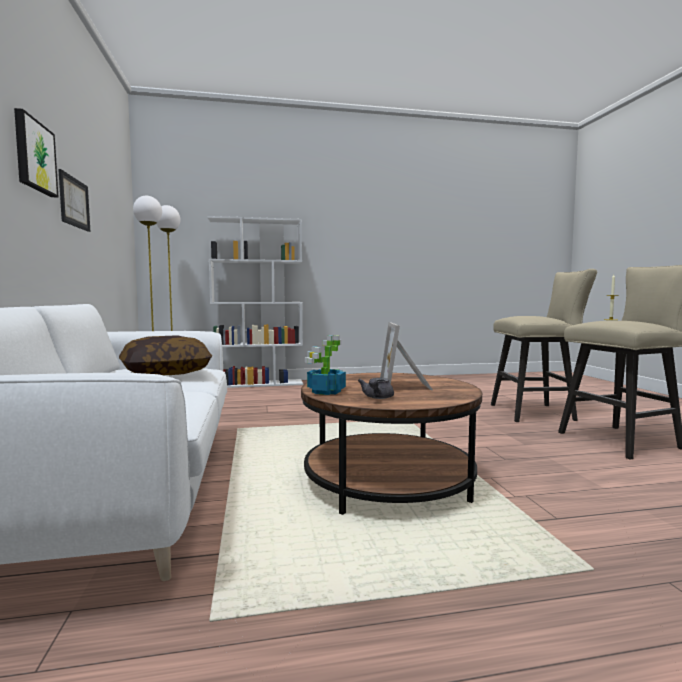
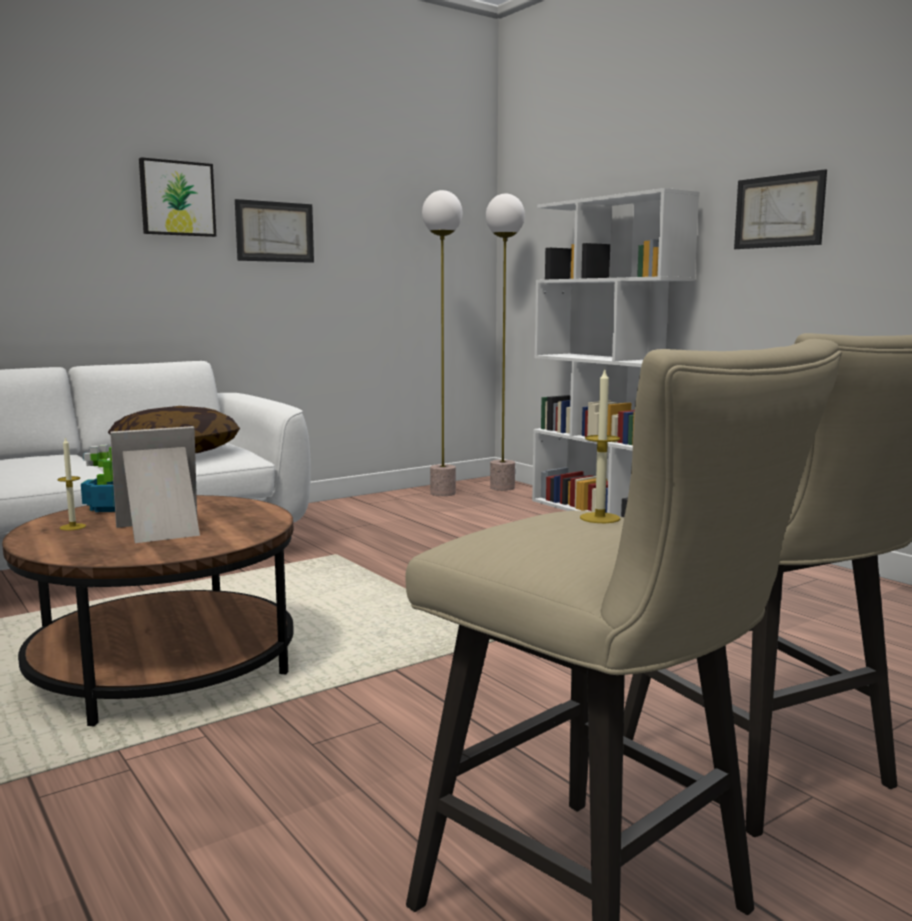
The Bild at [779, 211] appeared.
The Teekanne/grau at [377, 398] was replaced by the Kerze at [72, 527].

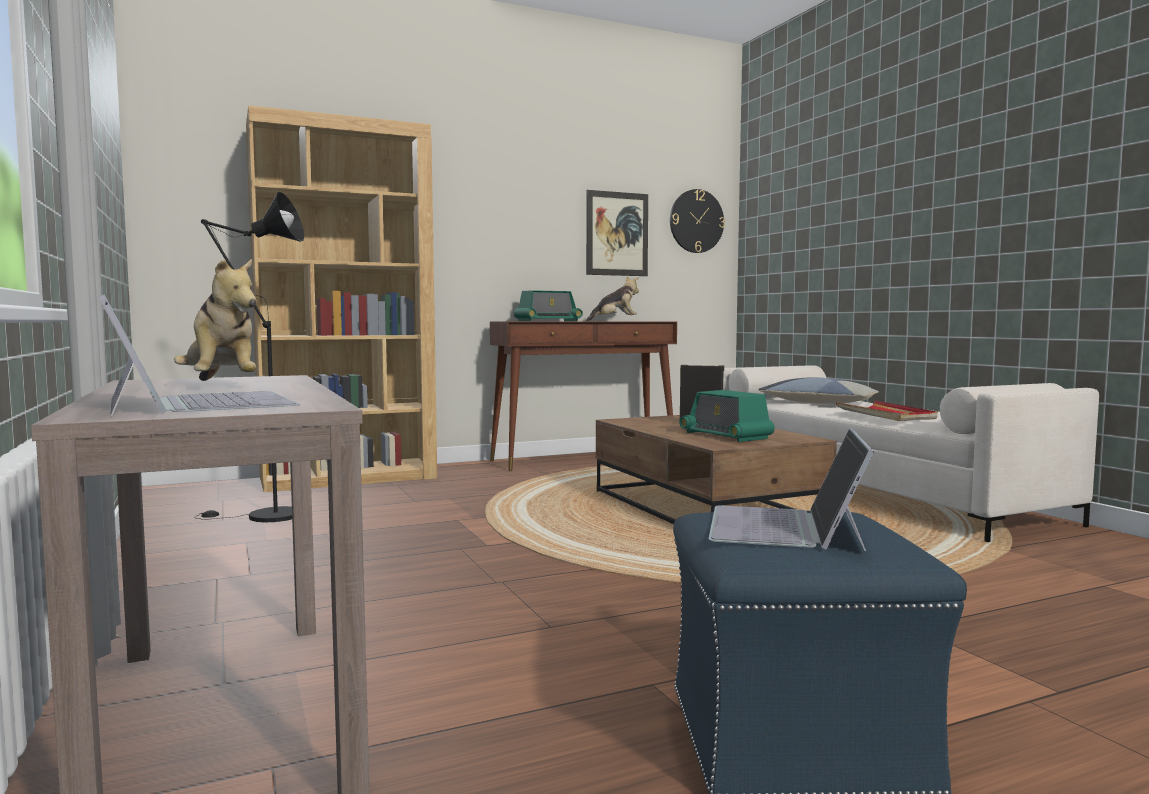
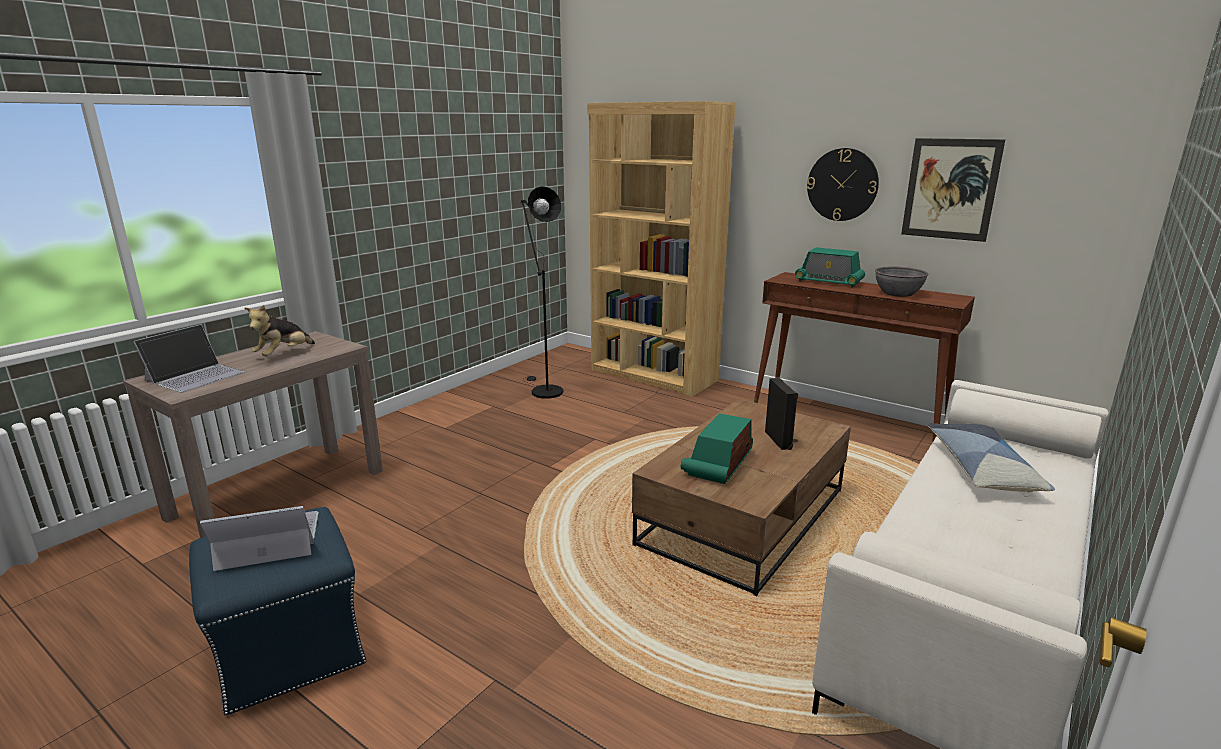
The Tablett/rot at [885, 415] disappeared.
The Wanduhr moved from [696, 221] to [842, 184].
The Plüschtier at [615, 321] was replaced by the Schüssel/grau at [897, 293].

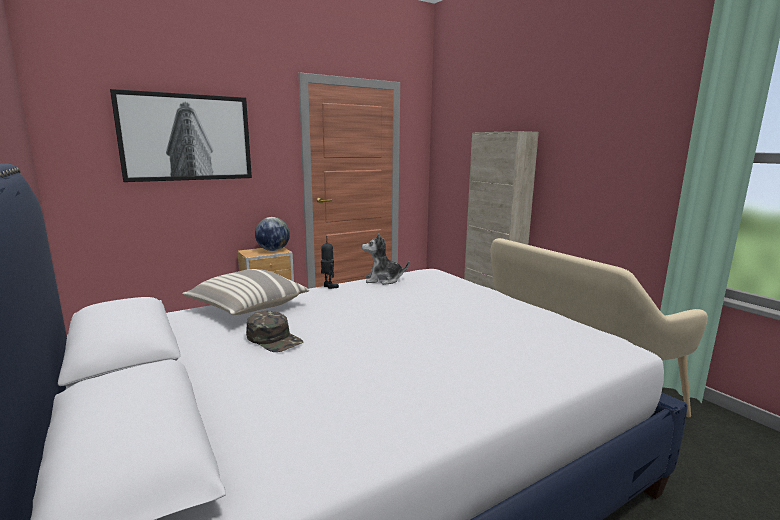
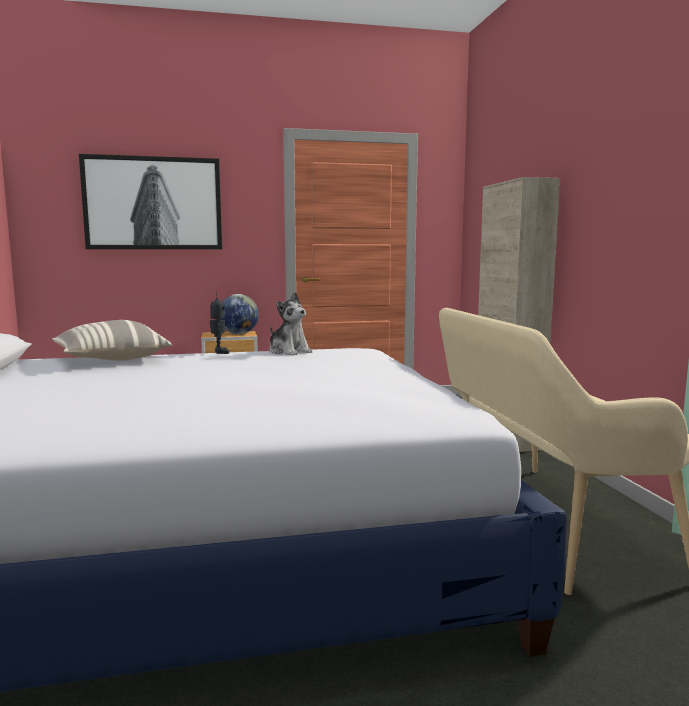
The Kappe/grün at [274, 339] disappeared.
The Plüschtier at [383, 280] turned 150 degrees counterclockwise.

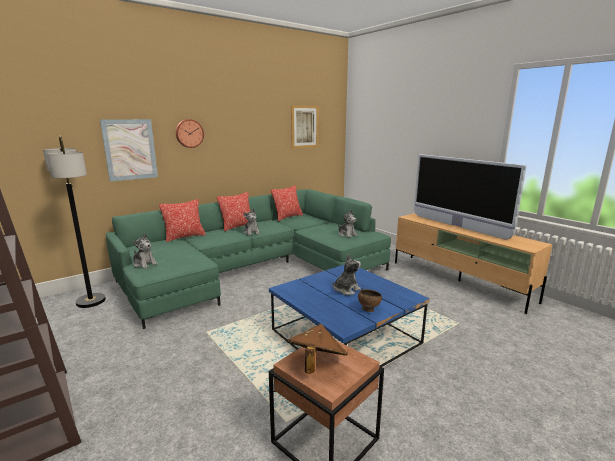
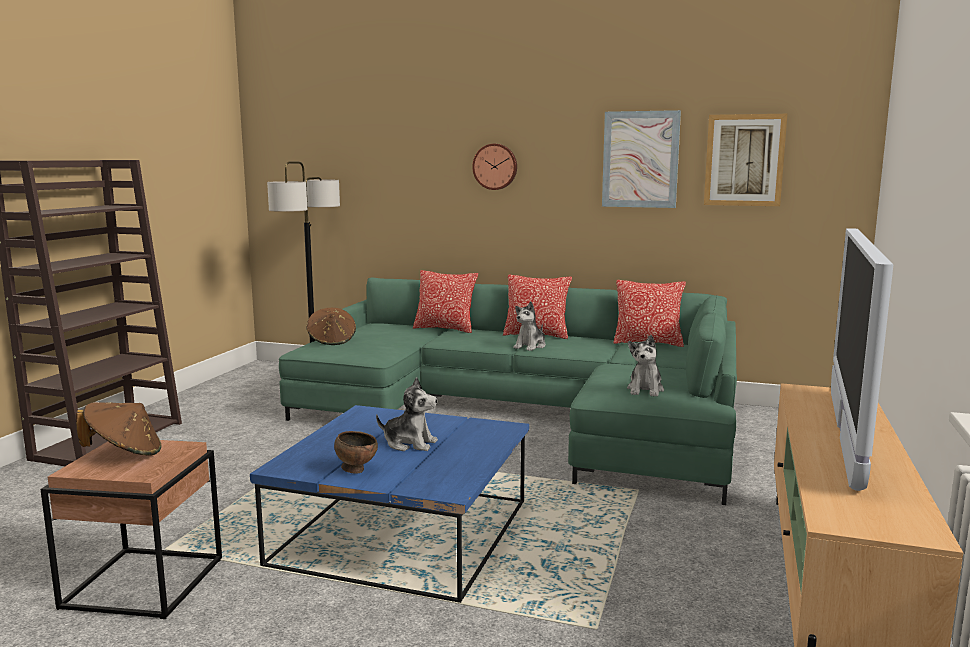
The Bild moved from [130, 149] to [640, 159].
The Plüschtier at [145, 264] was replaced by the Hut/braun at [332, 341].

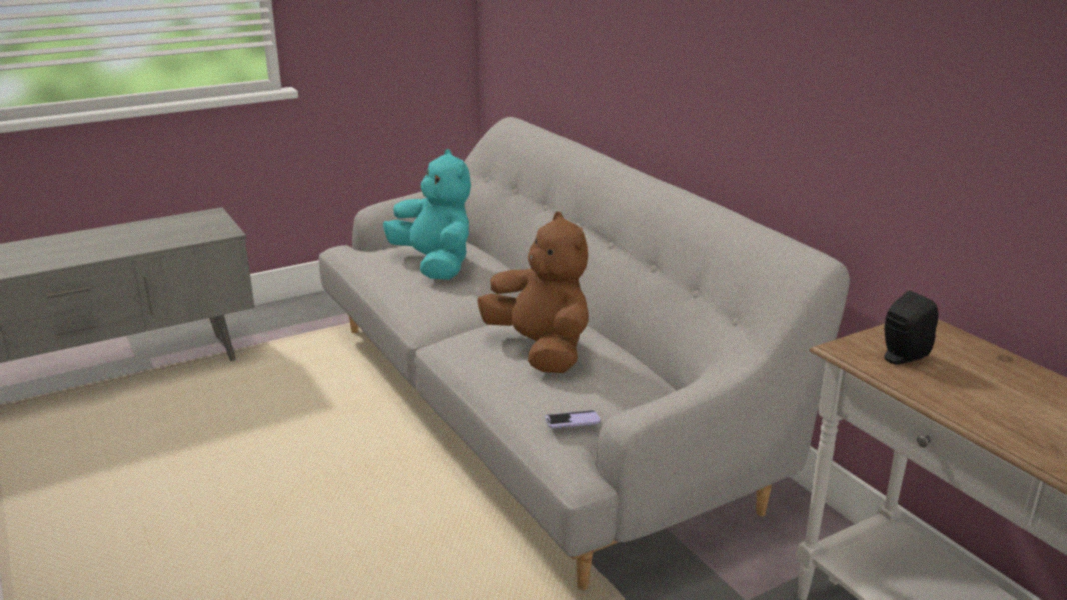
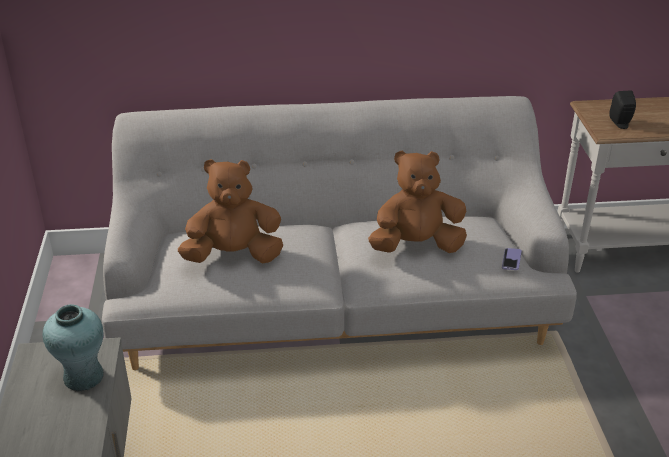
The Vase/türkis at [83, 377] appeared.
The Plüschtier/türkis at [435, 265] became the Plüschtier/braun at [234, 256].

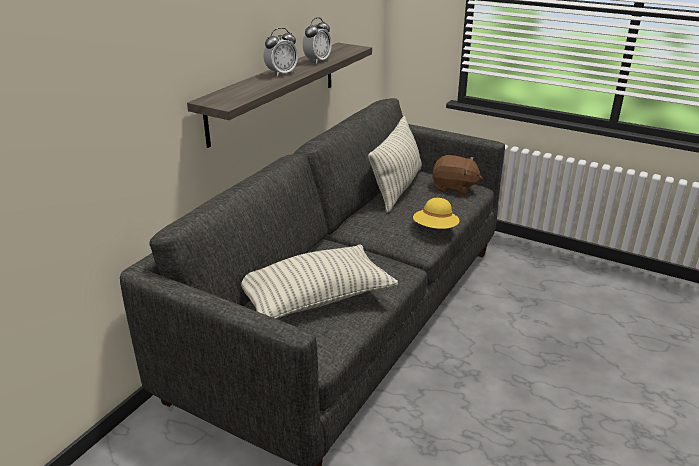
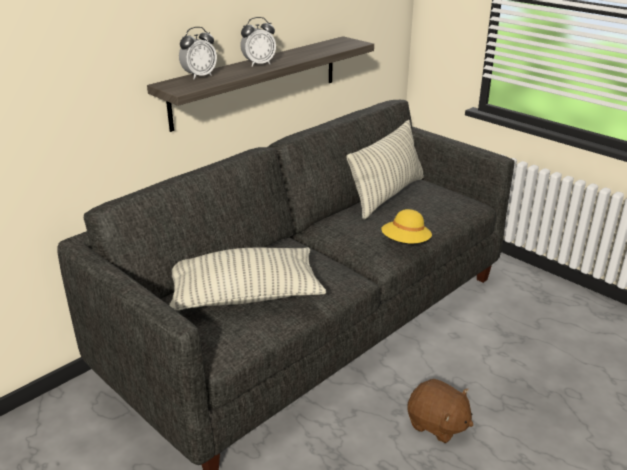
The Wecker moved from [317, 61] to [199, 76].
The Plüschtier/braun moved from [454, 188] to [437, 425].

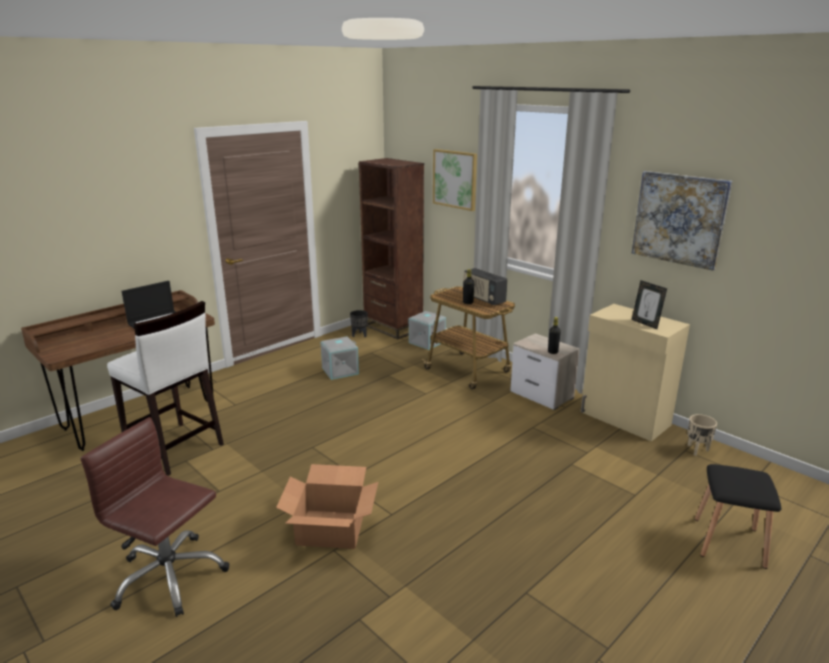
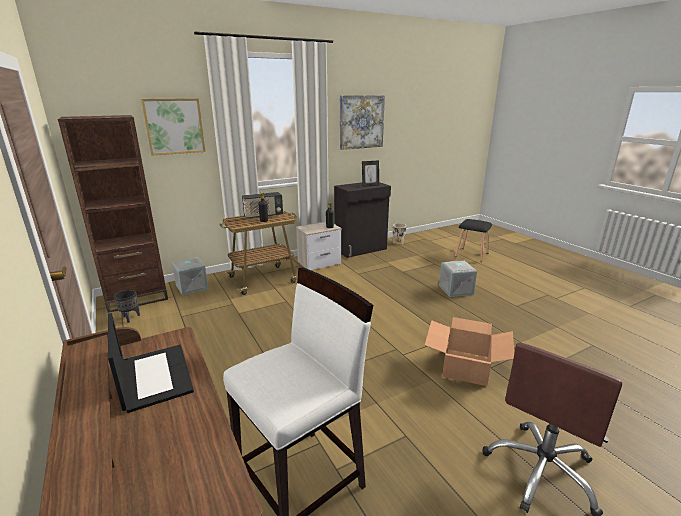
The Aufbewahrungsbox/grau moved from [340, 370] to [455, 290].
The Schrank/beige at [624, 419] became the Schrank/schwarz at [361, 249].

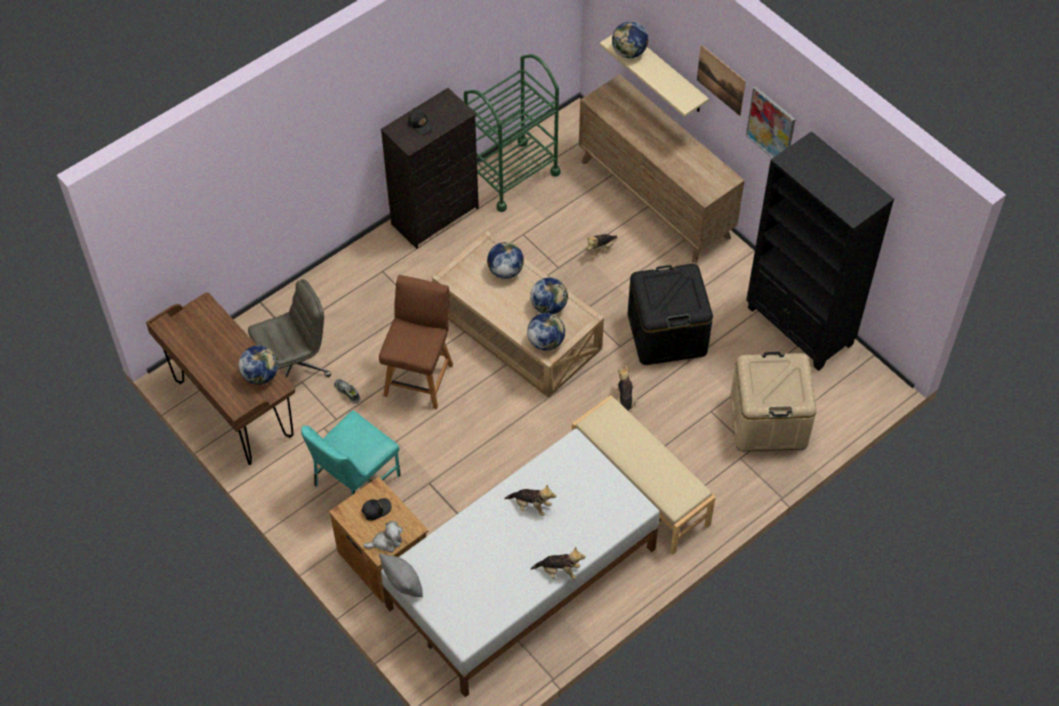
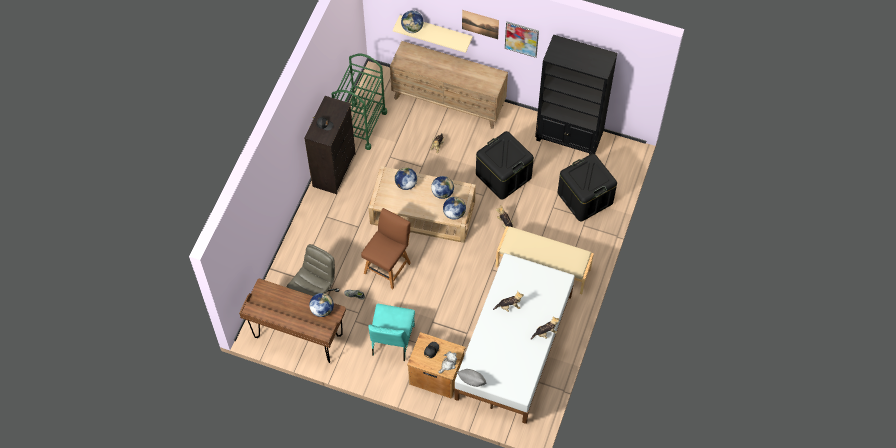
The Aufbewahrungsbox/beige at [768, 420] became the Aufbewahrungsbox/schwarz at [585, 198].
The Stuhl/braun at [419, 377] turned 45 degrees clockwise.

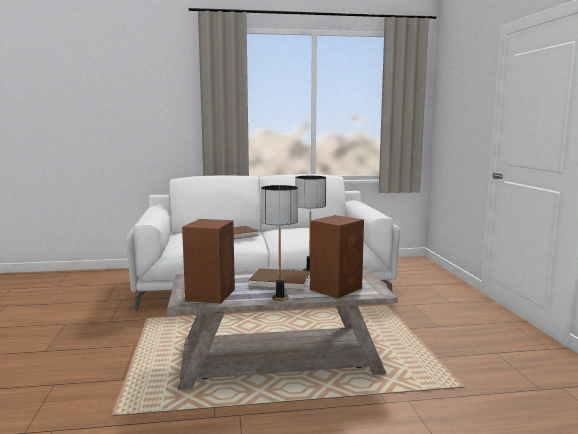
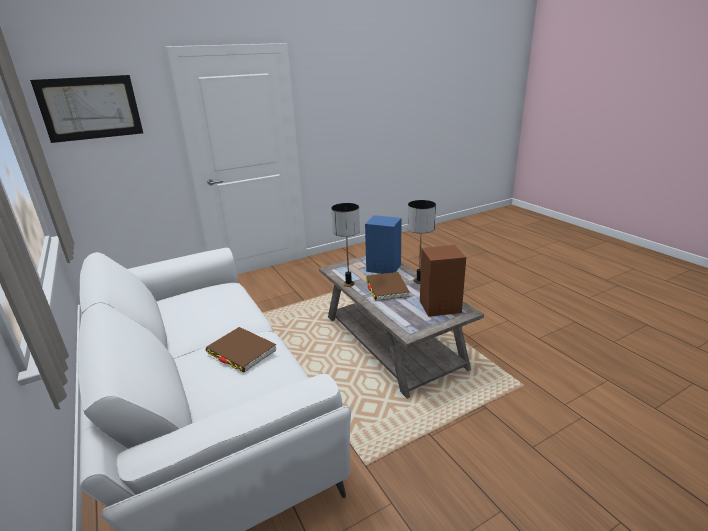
The Bild at [90, 108] appeared.
The Lautsprecher/braun at [336, 288] became the Lautsprecher/blau at [382, 268].

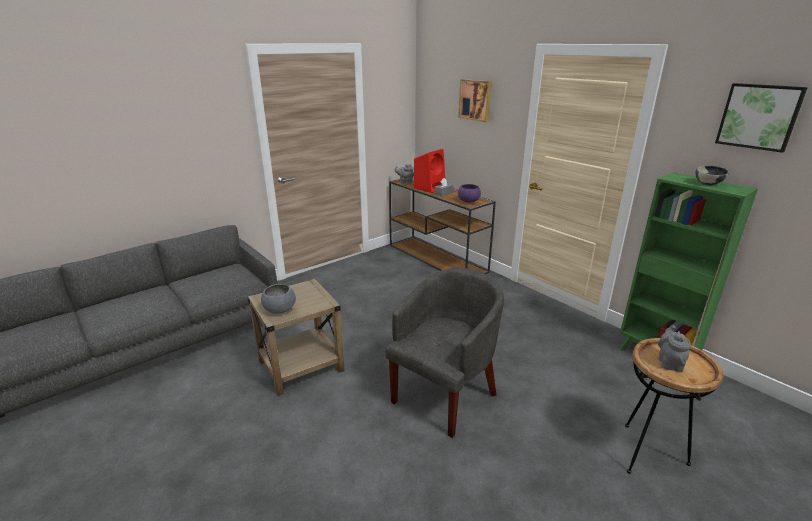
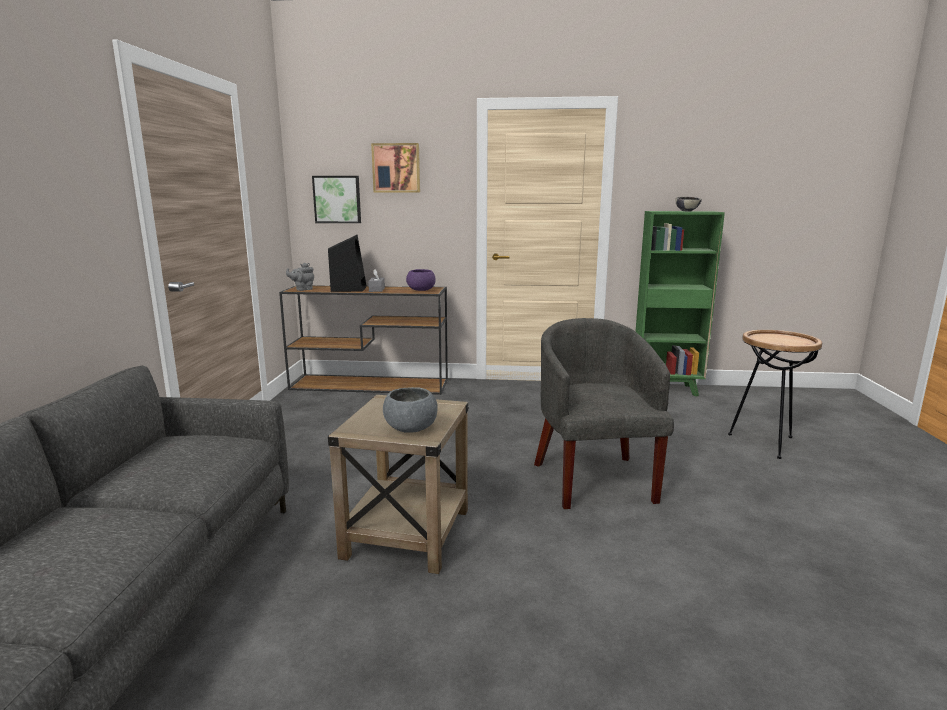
The Teekanne/grau at [669, 362] disappeared.
The Bild moved from [759, 116] to [337, 199].
The Lautsprecher/rot at [430, 188] became the Lautsprecher/schwarz at [348, 288].

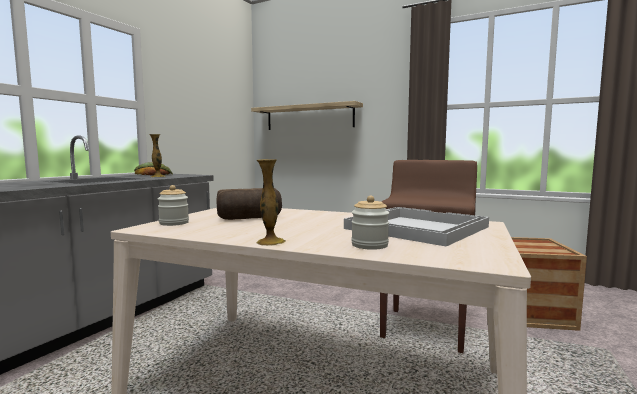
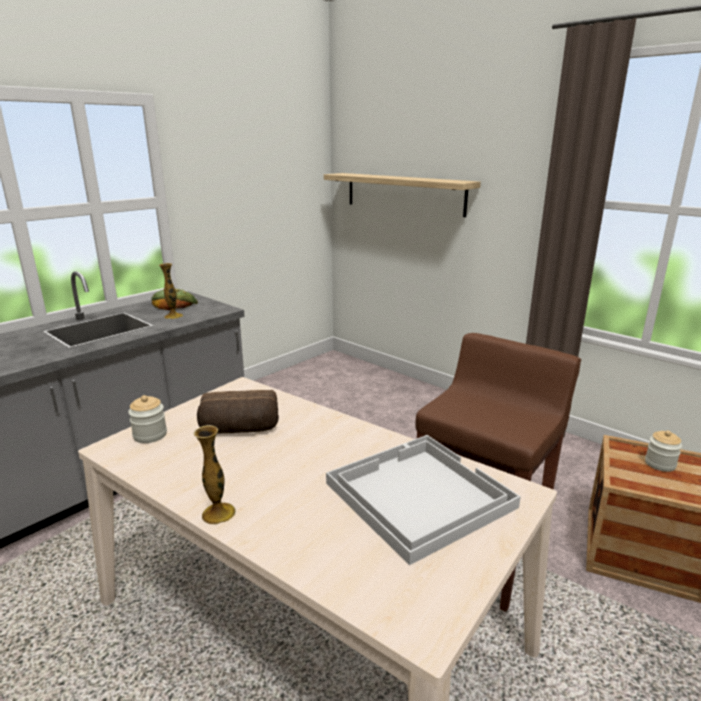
The Vorratsglas moved from [369, 245] to [660, 464].

